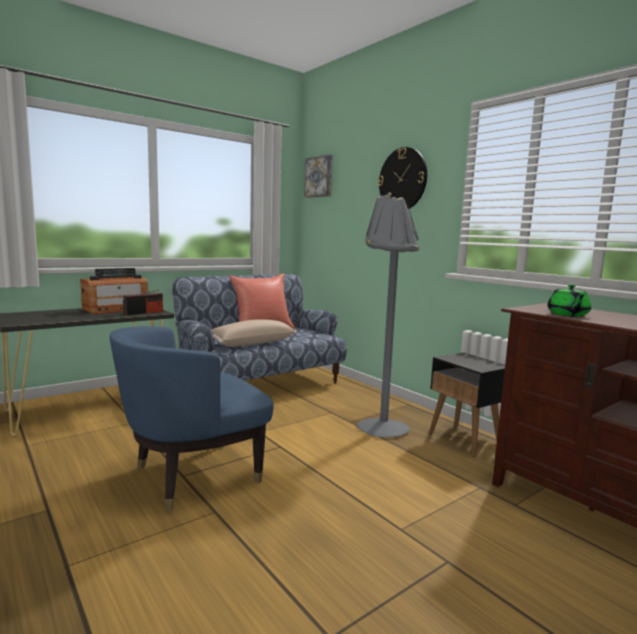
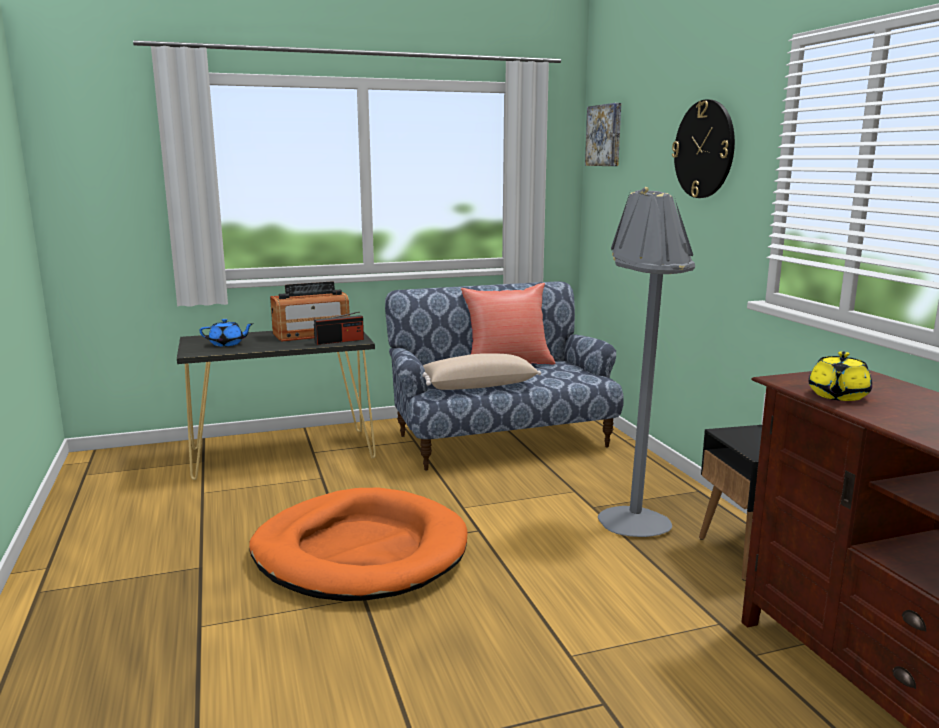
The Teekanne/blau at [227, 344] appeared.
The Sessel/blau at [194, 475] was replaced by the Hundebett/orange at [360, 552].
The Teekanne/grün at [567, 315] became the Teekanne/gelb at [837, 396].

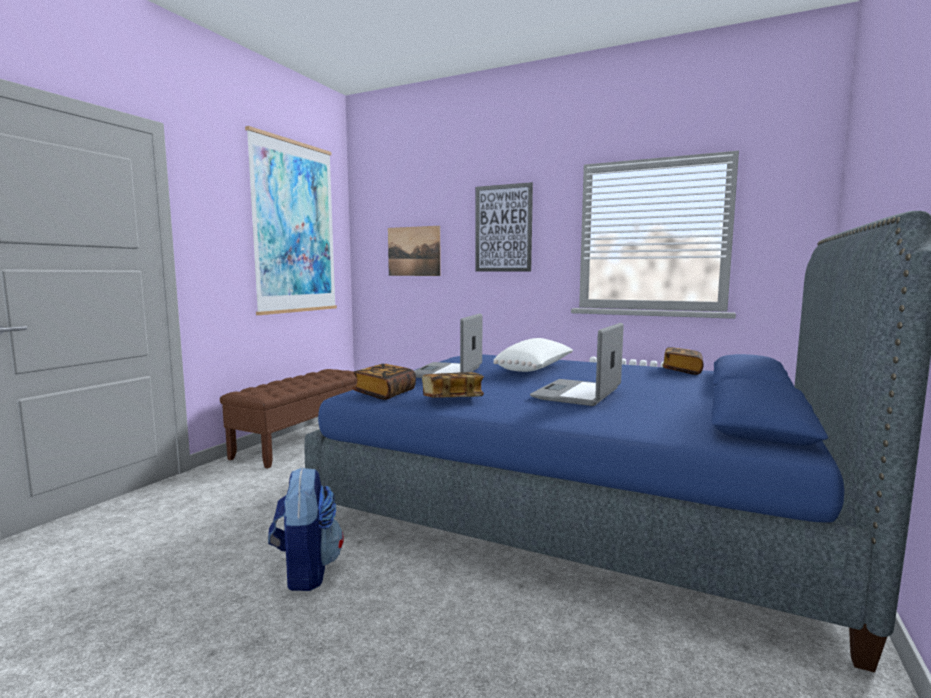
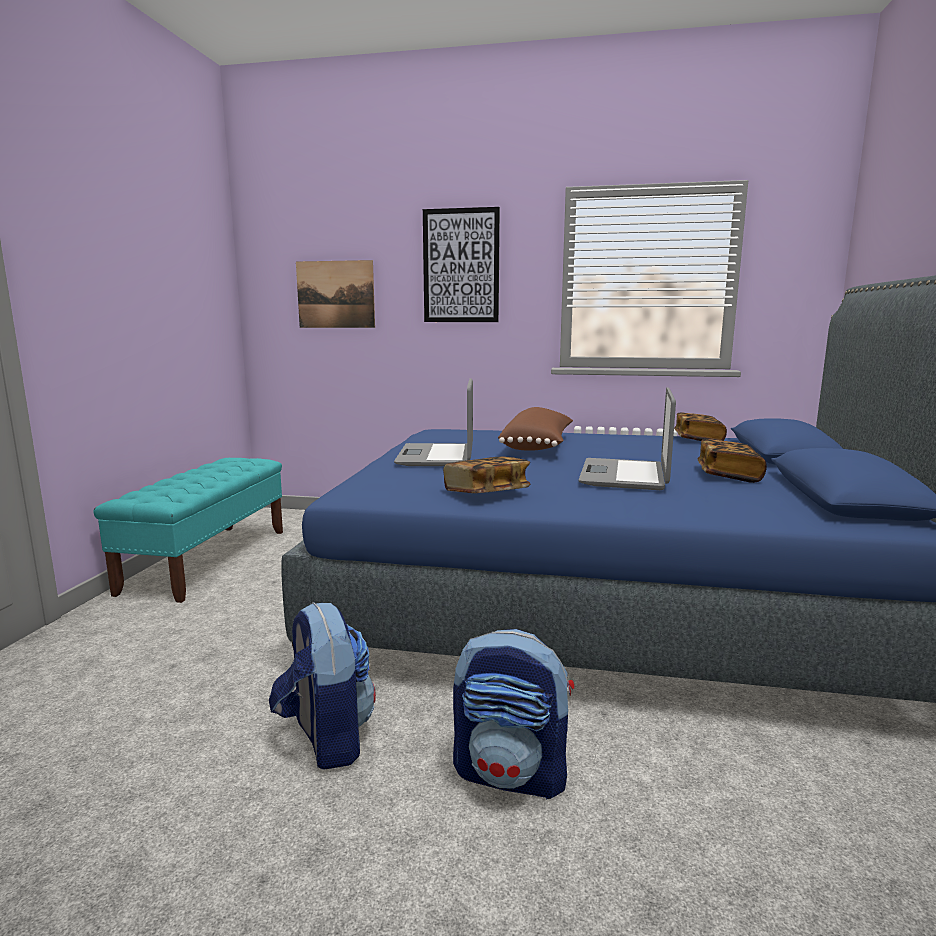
The Bild at [294, 227] disappeared.
The Rucksack at [512, 774] appeared.
The Buch moved from [385, 393] to [728, 475].
The Bank/braun at [301, 441] became the Bank/türkis at [208, 559].
The Kissen/weiß at [536, 369] became the Kissen/braun at [539, 446].

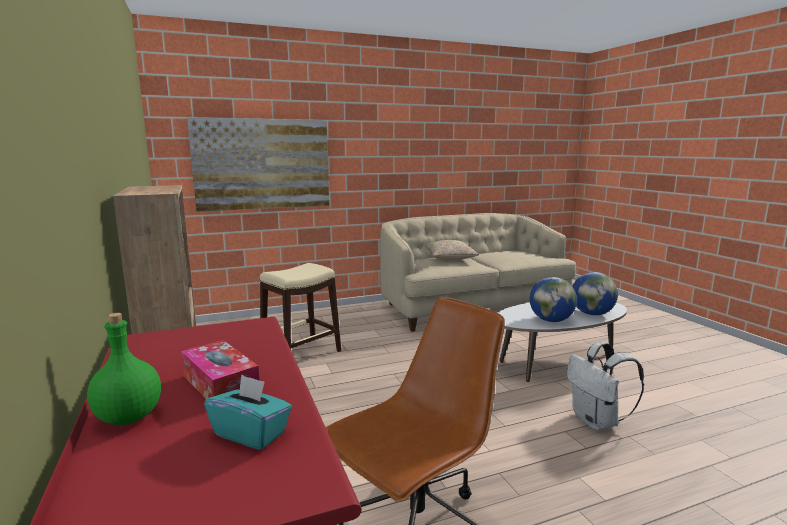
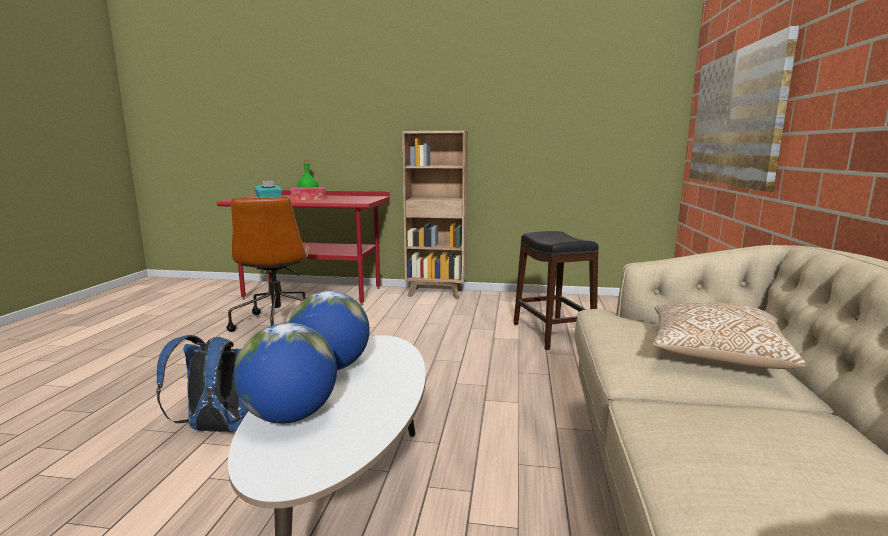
The Hocker/beige at [302, 354] became the Hocker/schwarz at [552, 333].
The Rucksack/weiß at [597, 422] became the Rucksack/blau at [218, 429].

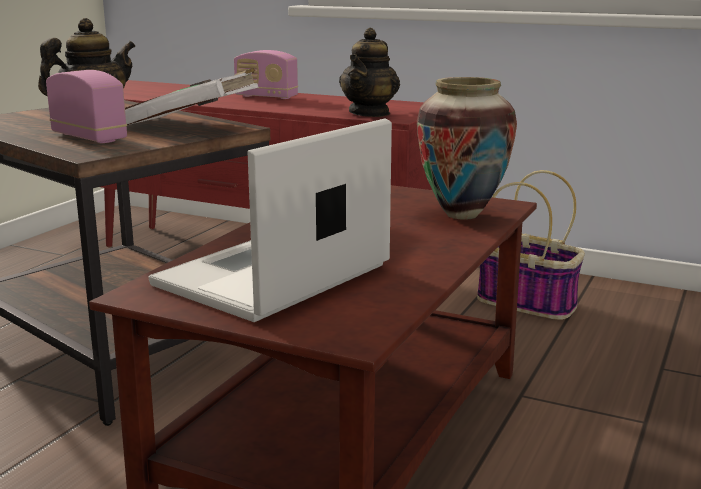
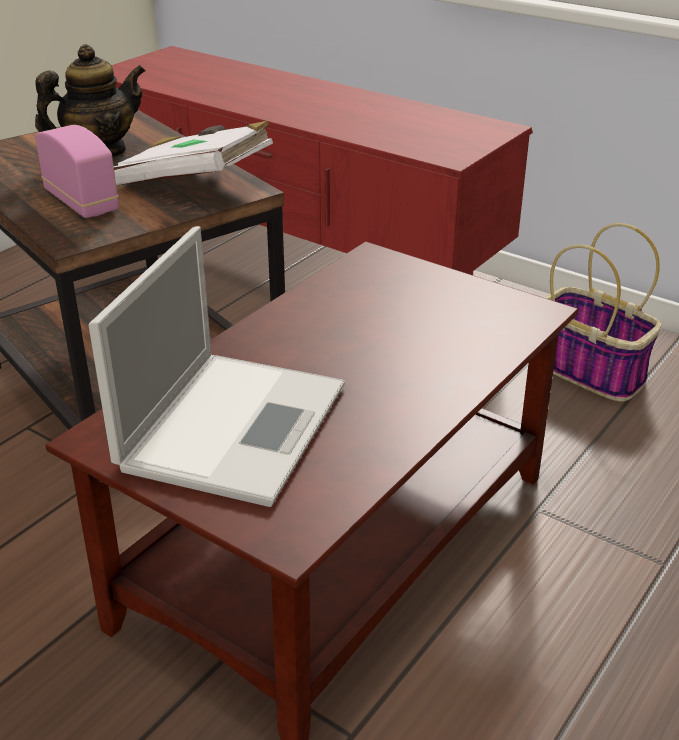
The Radio at [266, 97] disappeared.
The Teekanne at [370, 113] disappeared.
The Vase at [462, 215] disappeared.
The Laptop at [270, 277] turned 150 degrees clockwise.

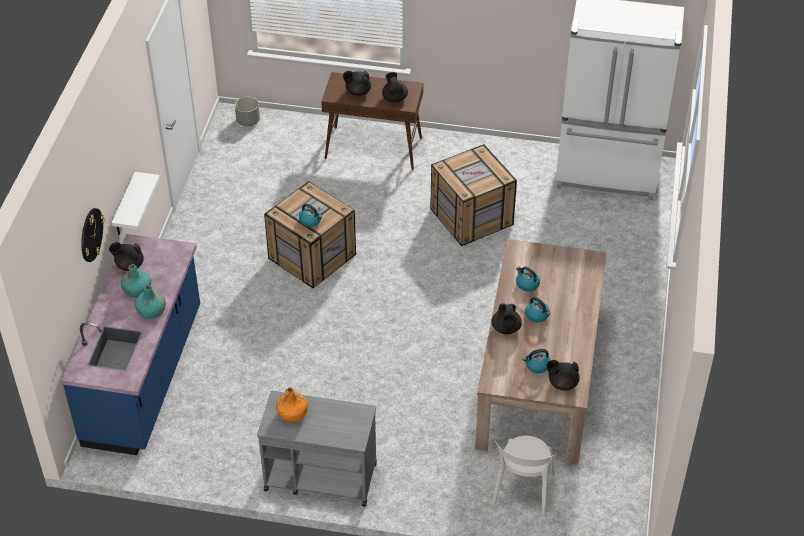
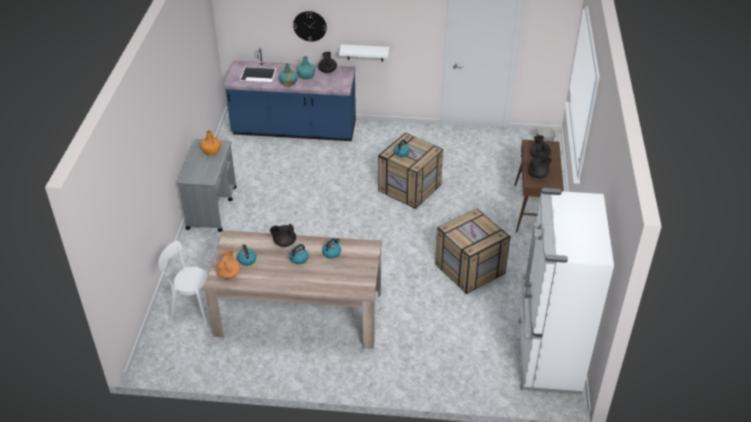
The Teekanne/schwarz at [562, 383] became the Teekanne/orange at [229, 274].

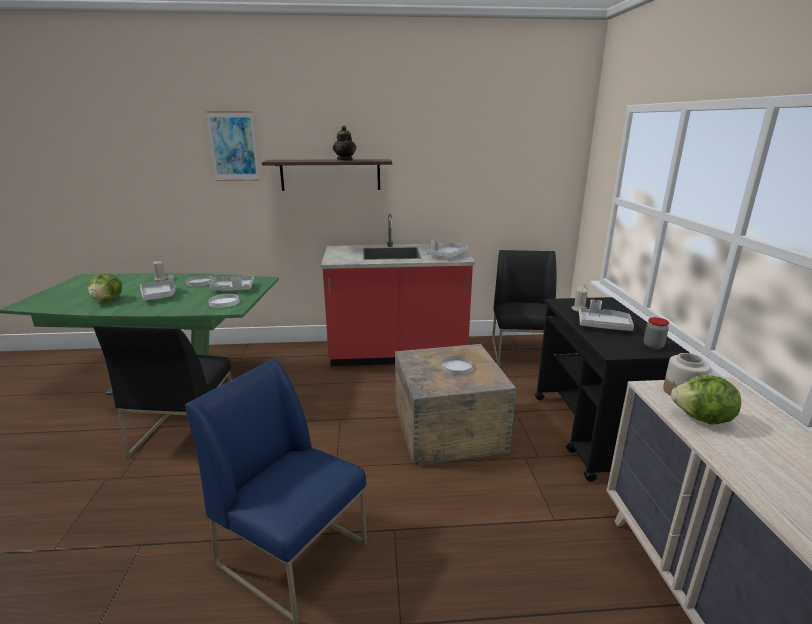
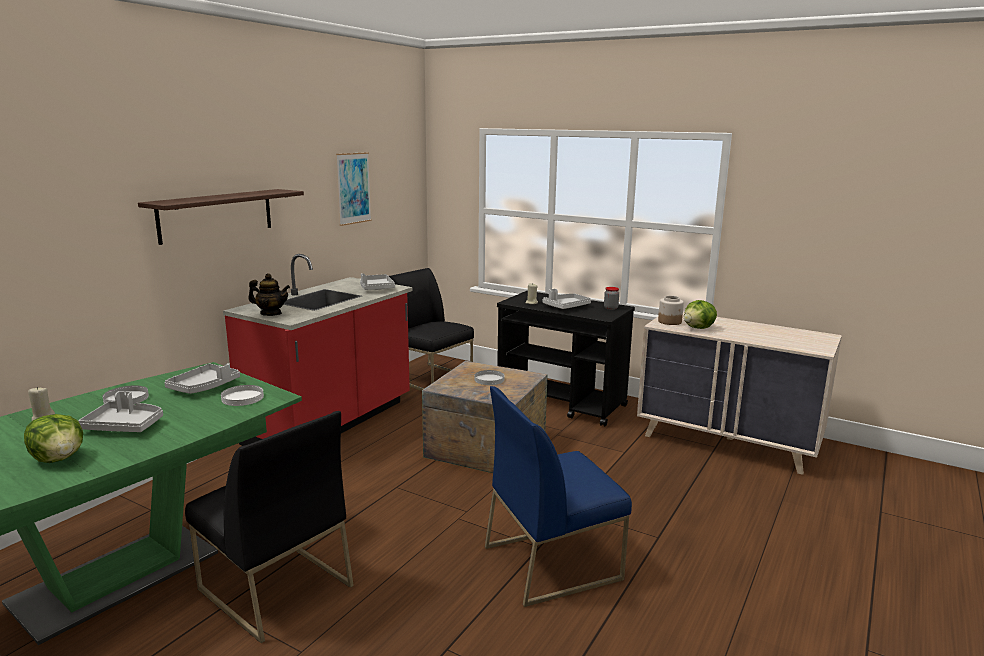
The Bild moved from [233, 146] to [353, 188].
The Teekanne moved from [345, 160] to [271, 314].

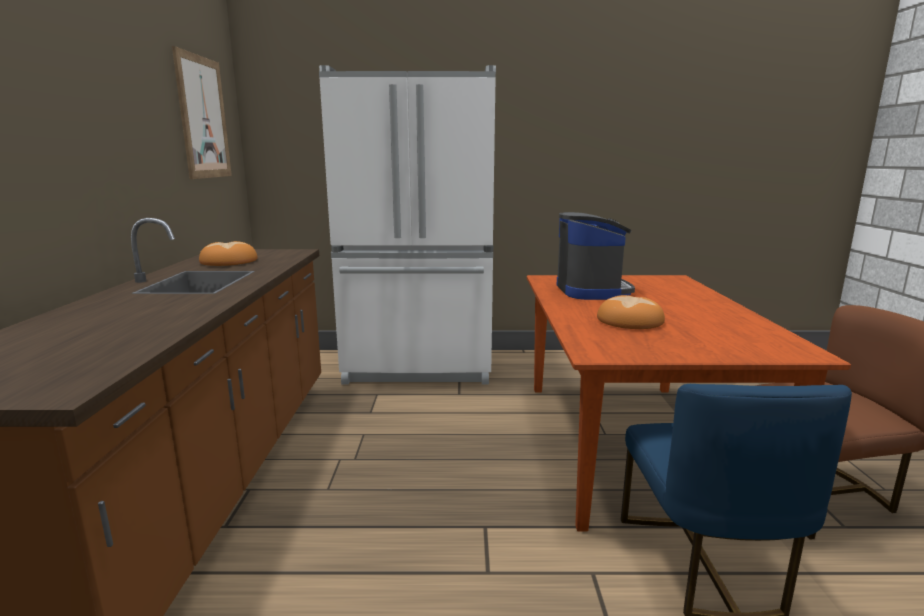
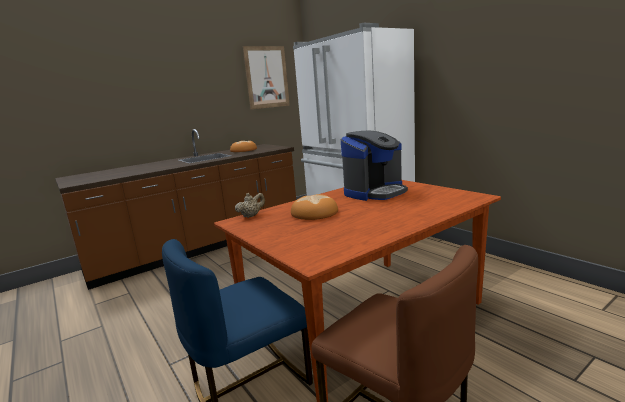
The Teekanne/beige at [251, 216] appeared.

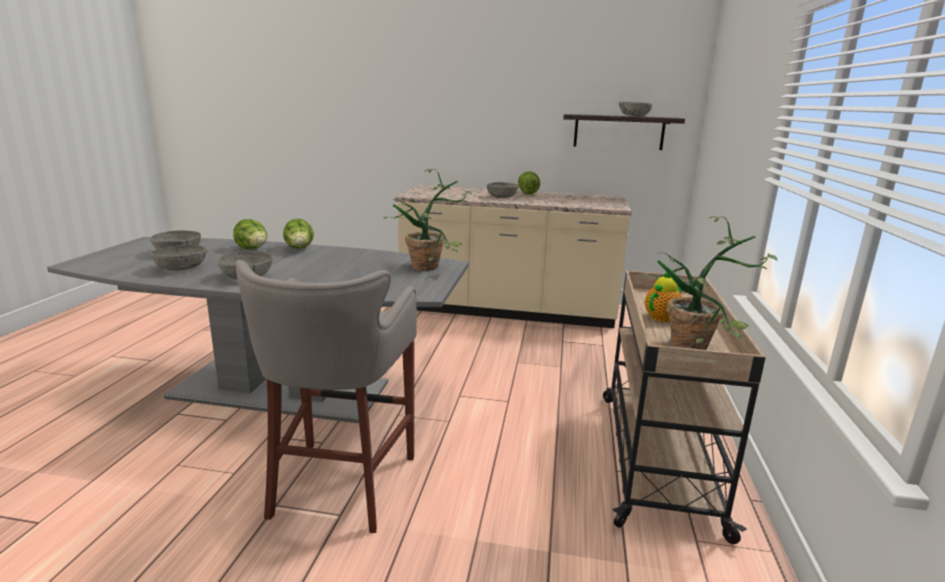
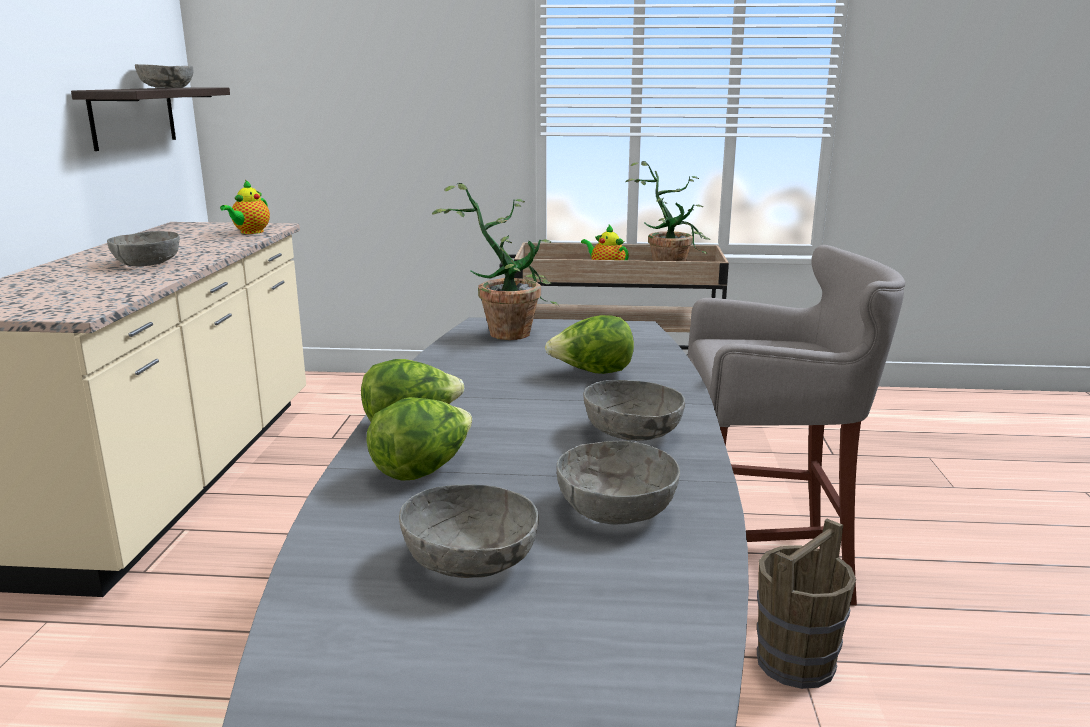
The Teekanne at [250, 232] appeared.
The Eimer/braun at [795, 662] appeared.
The Salatkopf moved from [527, 193] to [592, 373].

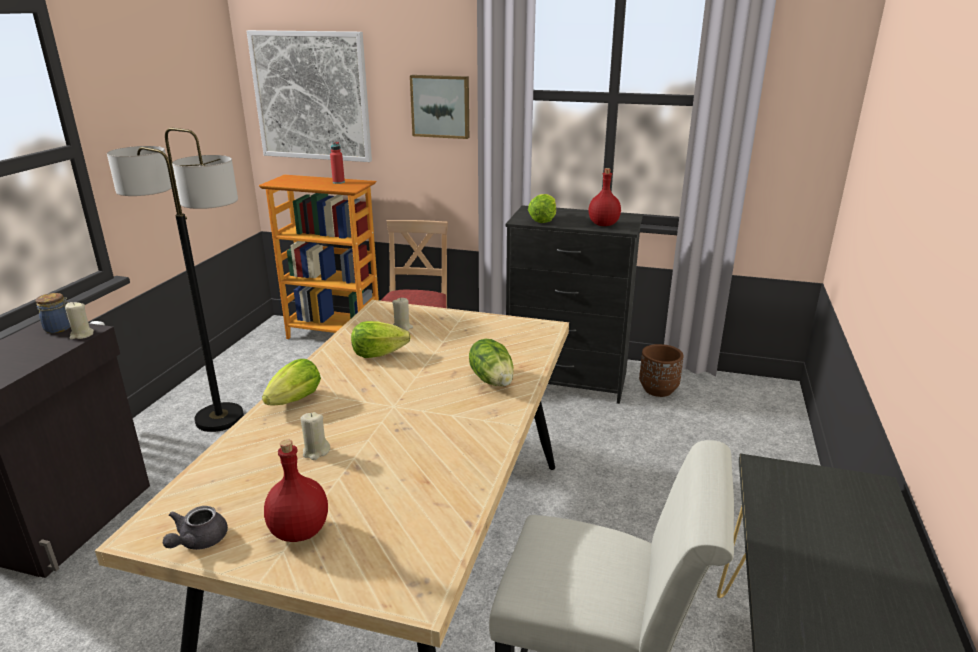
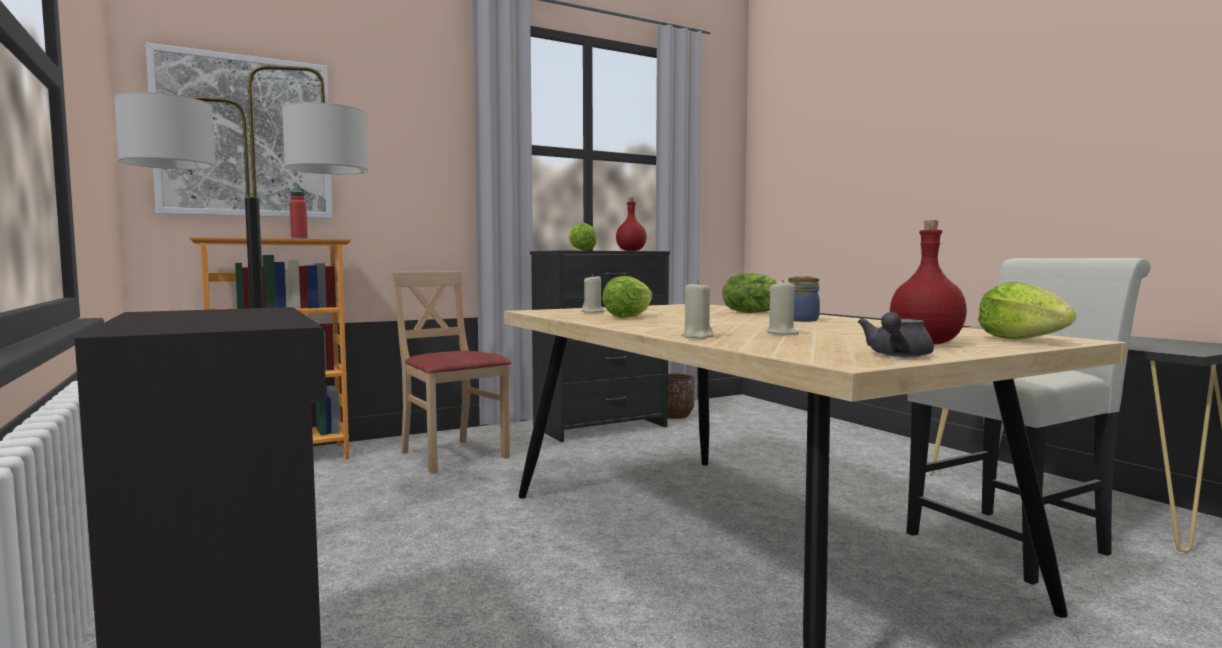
The Bild at [441, 106] disappeared.
The Vorratsglas moved from [59, 328] to [803, 320].
The Kerze/beige moved from [81, 335] to [697, 337].
The Salatkopf moved from [295, 400] to [1021, 340].
The Teekanne/grau at [198, 541] turned 60 degrees clockwise.

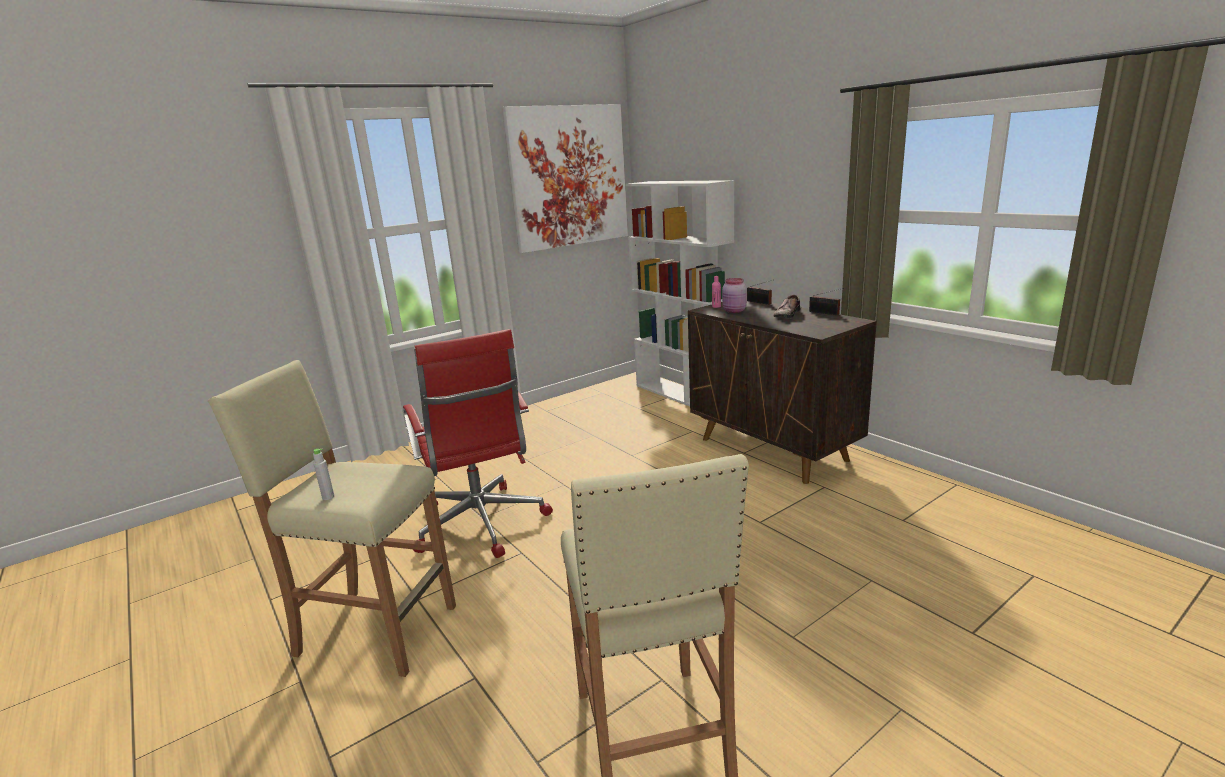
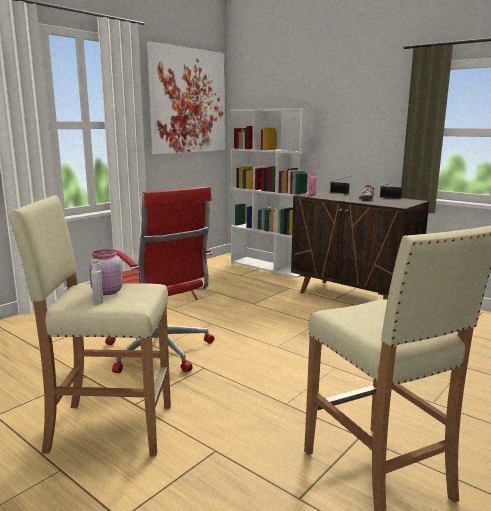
The Vorratsglas/rosa moved from [734, 311] to [107, 292].

